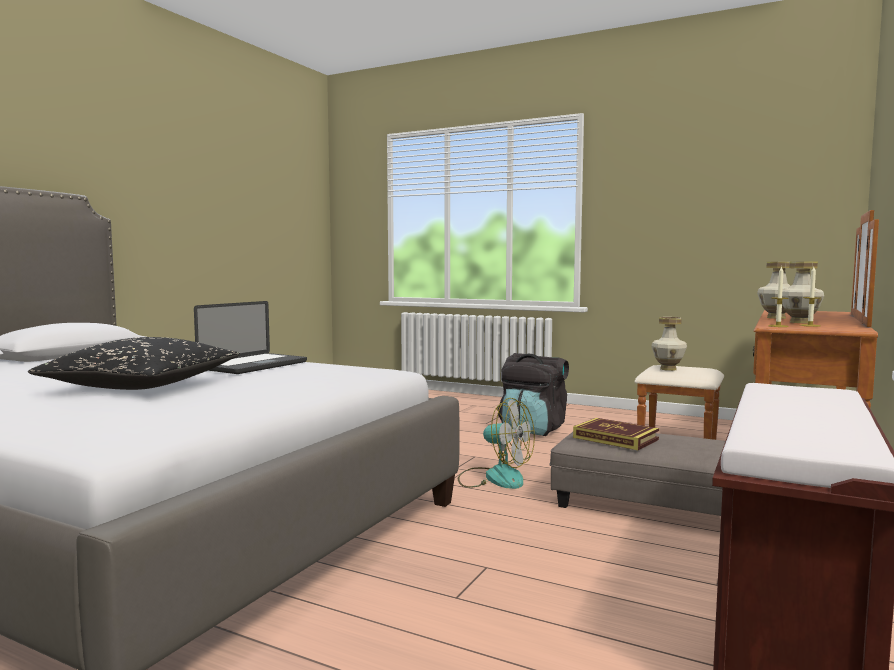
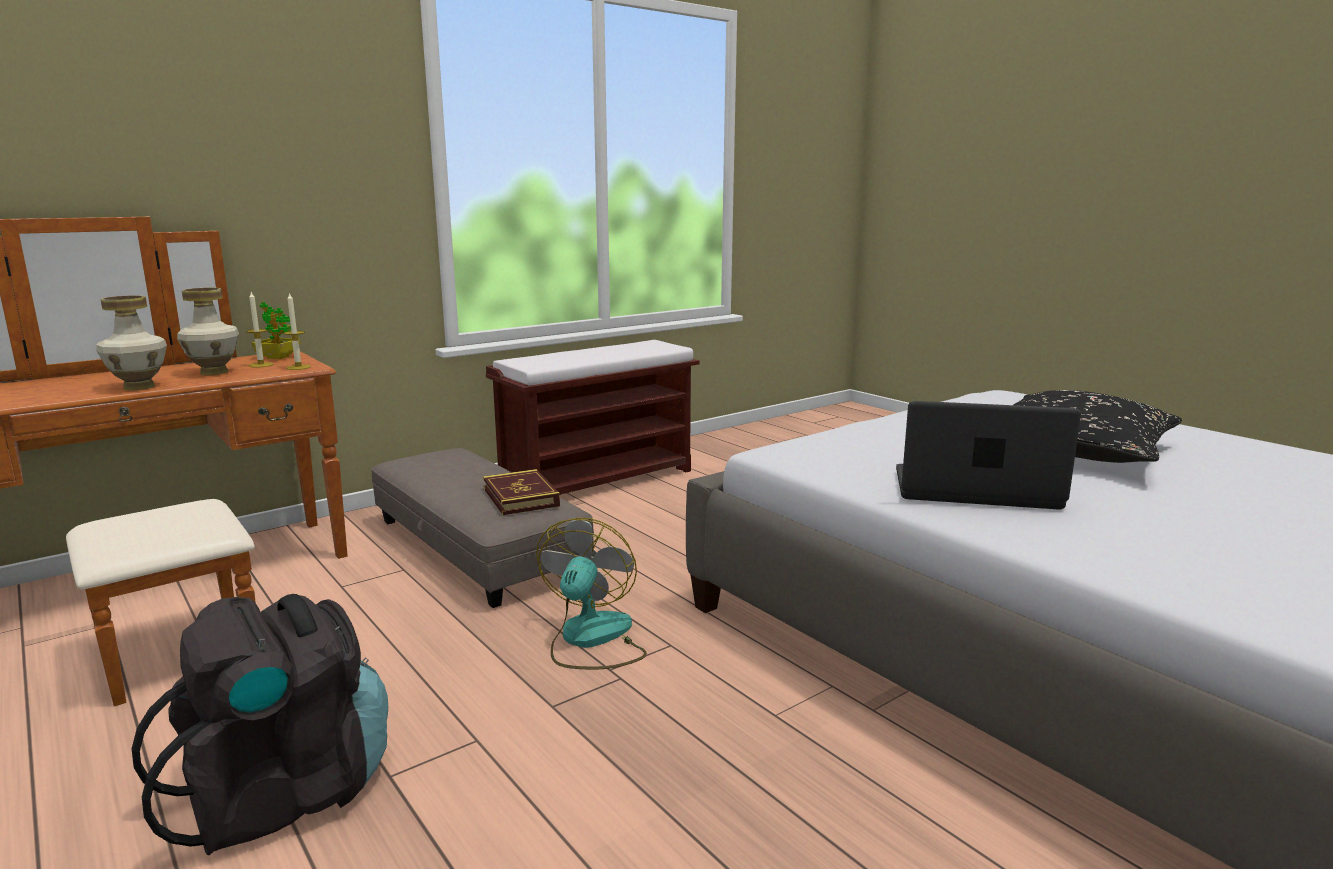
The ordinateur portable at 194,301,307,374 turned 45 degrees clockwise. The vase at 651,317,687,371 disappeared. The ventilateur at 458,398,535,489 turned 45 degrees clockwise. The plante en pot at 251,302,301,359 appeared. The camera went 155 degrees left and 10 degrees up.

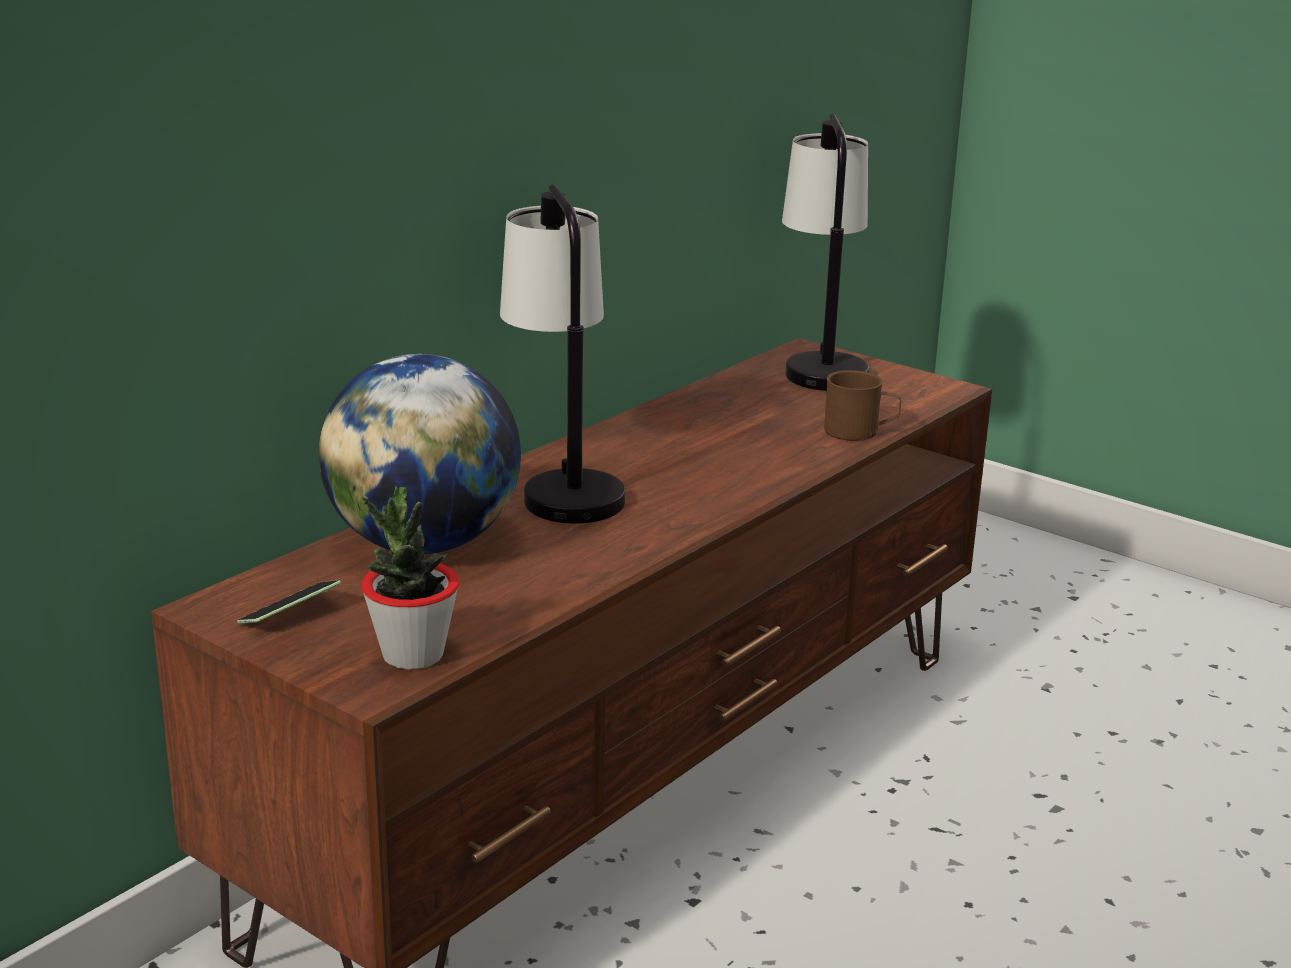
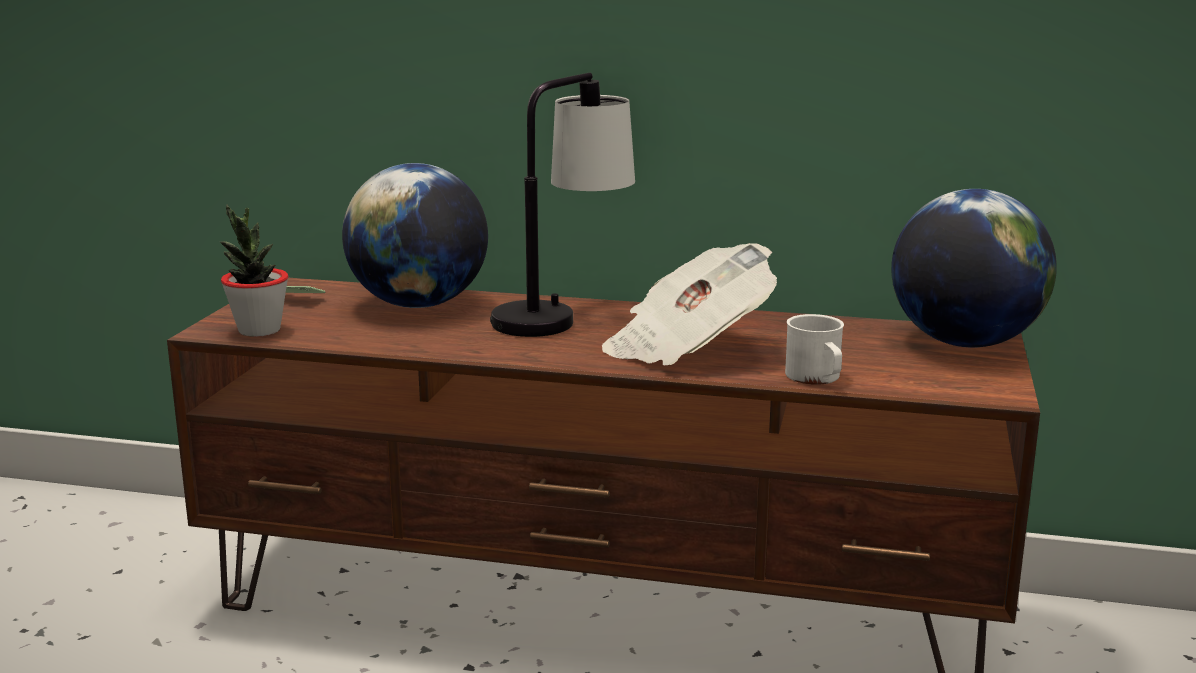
The lampe de table at 782,114,869,391 was replaced by the globe at 891,189,1057,348. The mug [marron] at 824,370,901,441 became the mug [blanc] at 785,314,844,385. The journal at 602,243,777,366 appeared. The camera went 65 degrees right and 5 degrees down.

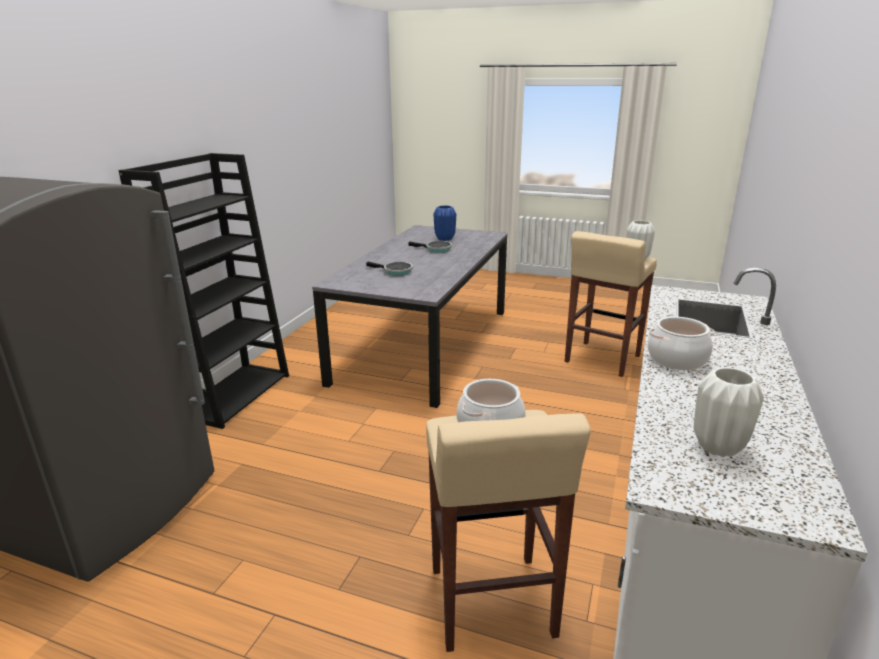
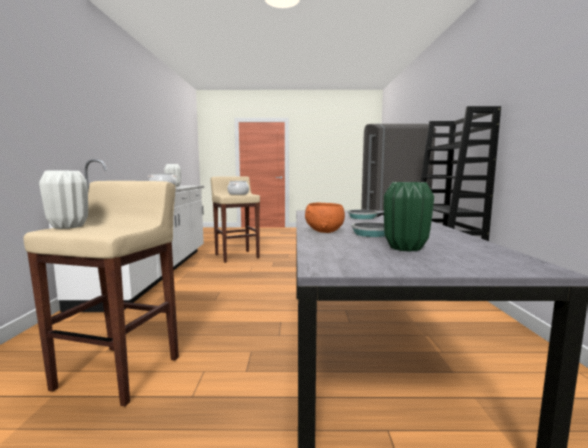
The vase [bleu] at 434,205,456,241 became the vase [vert] at 384,182,434,252. The bol [orange] at 305,203,345,233 appeared. The camera went 160 degrees right and 15 degrees down.

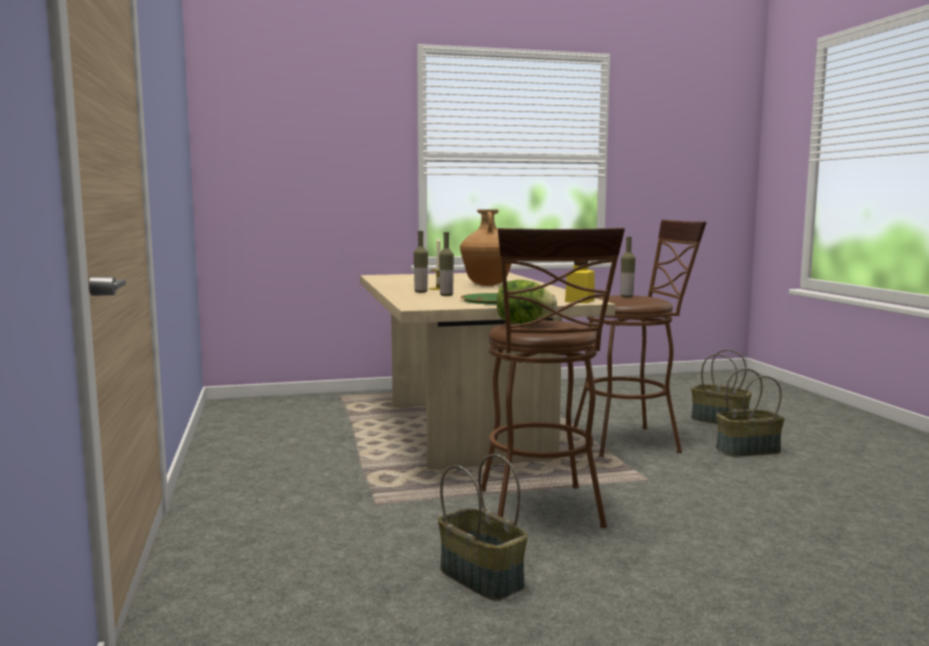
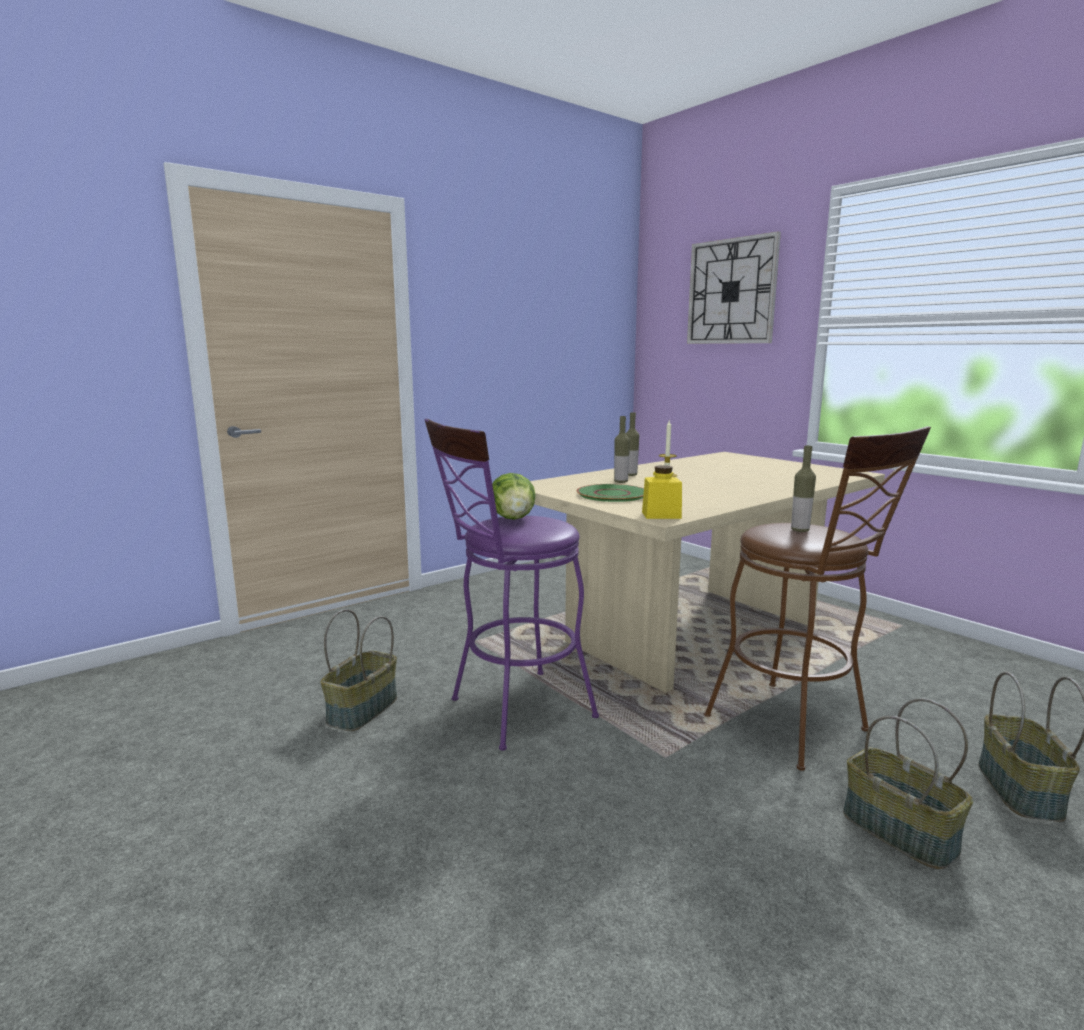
The vase [marron] at 460,210,511,286 disappeared. The tabouret [marron] at 481,228,625,528 became the tabouret [violet] at 424,419,599,751. The horloge murale at 687,231,781,344 appeared. The camera went 65 degrees right and 5 degrees up.

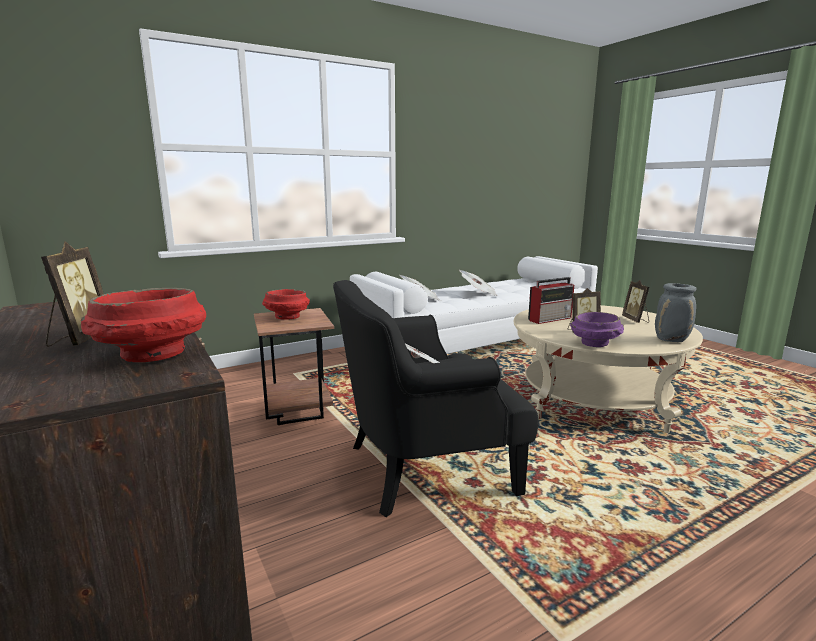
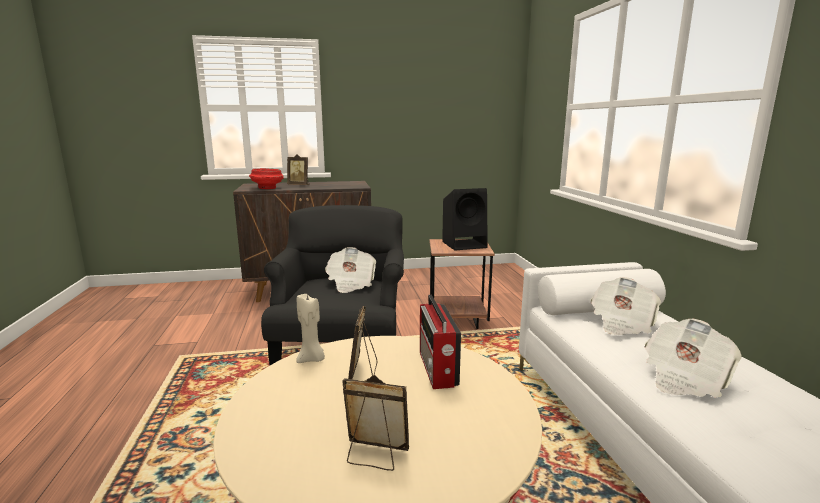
The vase [gris] at 655,283,696,342 disappeared. The bol [rouge] at 262,289,310,320 was replaced by the enceinte [noir] at 442,188,488,250. The bol [violet] at 570,312,624,347 was replaced by the bougie [beige] at 296,293,325,363. The camera went 110 degrees right and 0 degrees up.

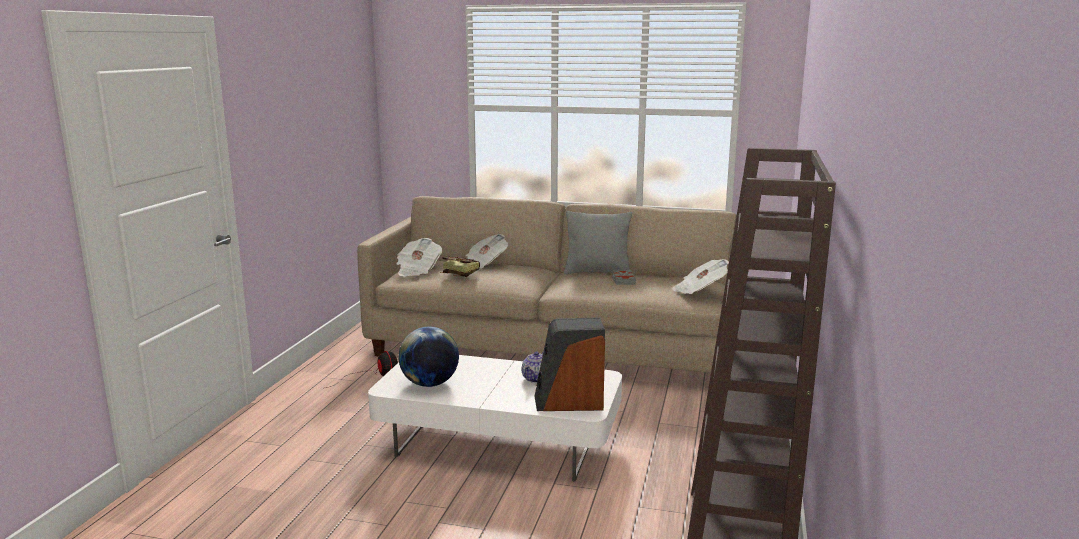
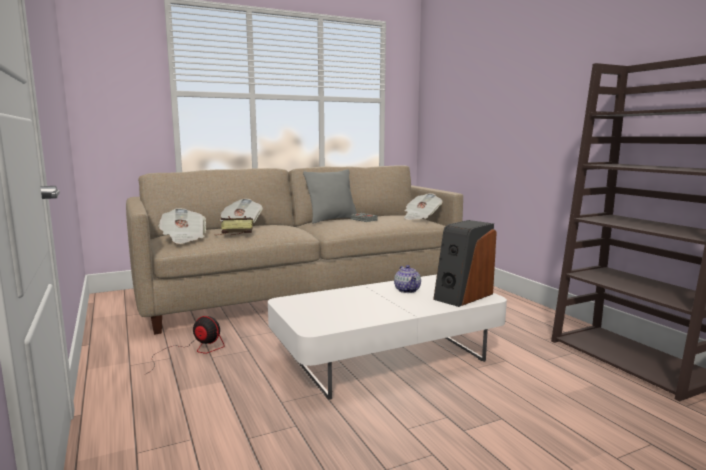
The globe at 398,327,459,387 disappeared. The camera went 40 degrees left and 5 degrees down.

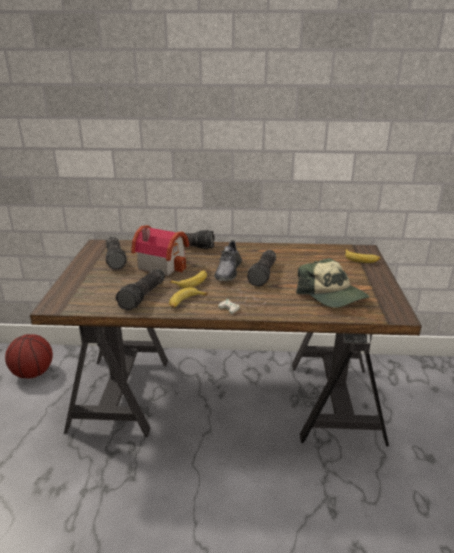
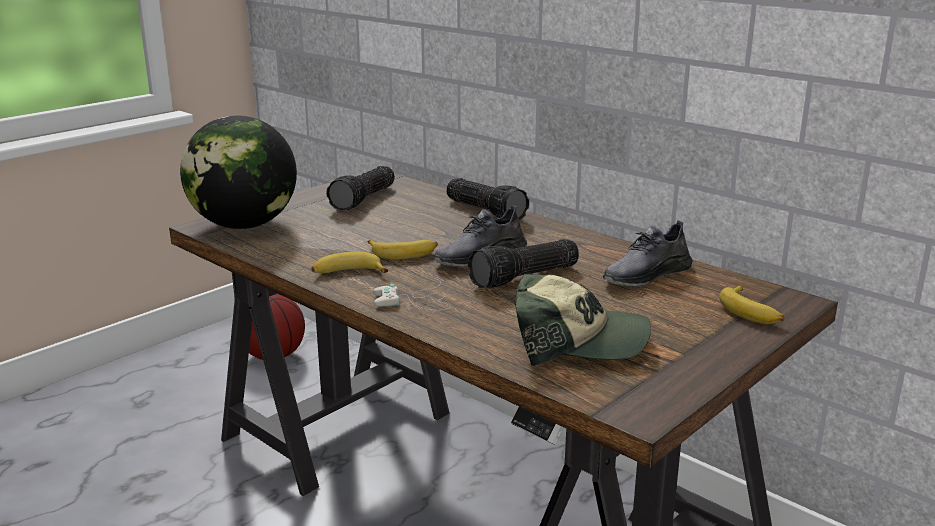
The maison miniature at 131,225,189,276 disappeared. The casquette at 296,258,369,308 turned 90 degrees counterclockwise. The lampe de poche at 116,269,165,311 disappeared. The globe at 180,115,297,229 appeared. The chaussure [gris] at 603,220,693,287 appeared. The camera went 40 degrees right and 5 degrees down.

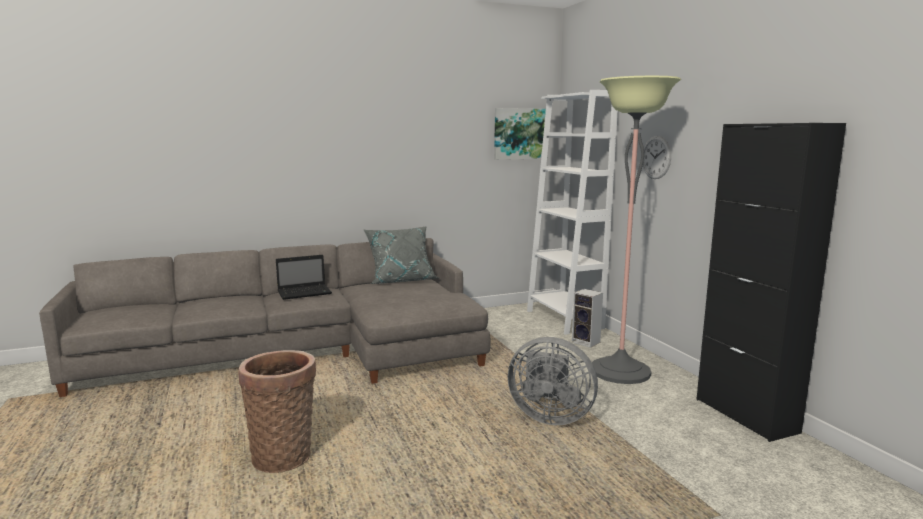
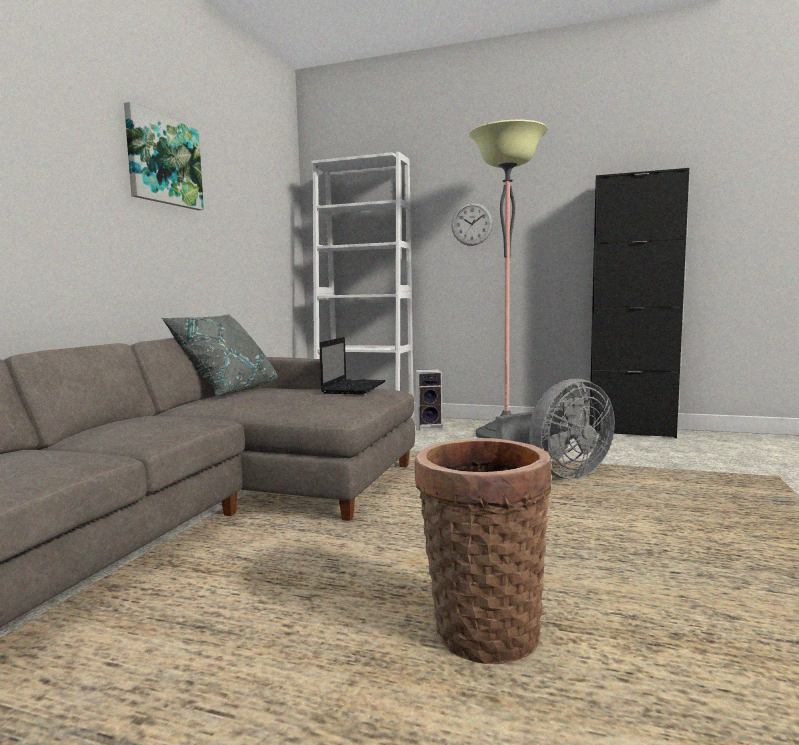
The tableau moved from 494,108,546,160 to 124,102,204,210. The ordinateur portable moved from 276,255,332,300 to 319,337,386,395. The camera went 50 degrees left and 5 degrees down.

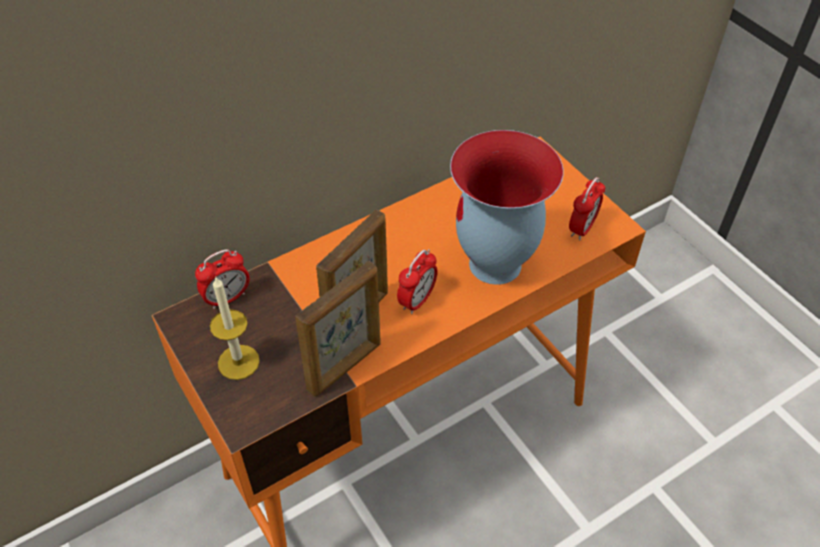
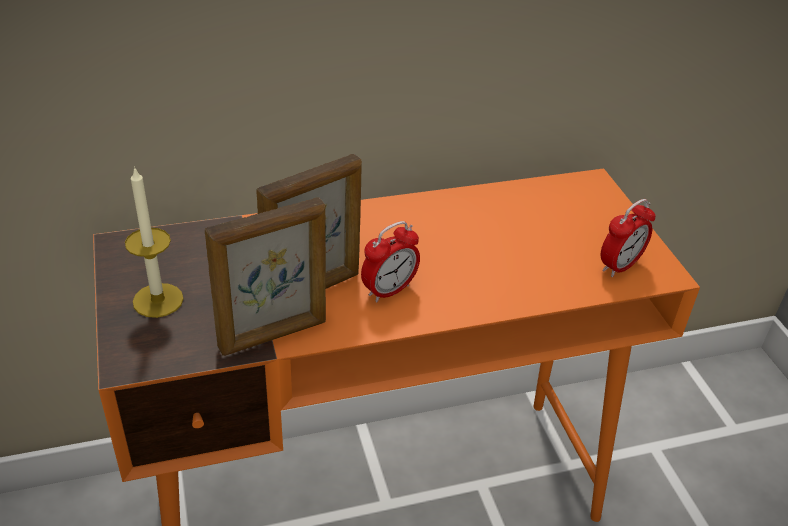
The vase at 450,130,564,285 disappeared. The réveil at 195,249,250,309 disappeared. The camera went 15 degrees right and 10 degrees down.

